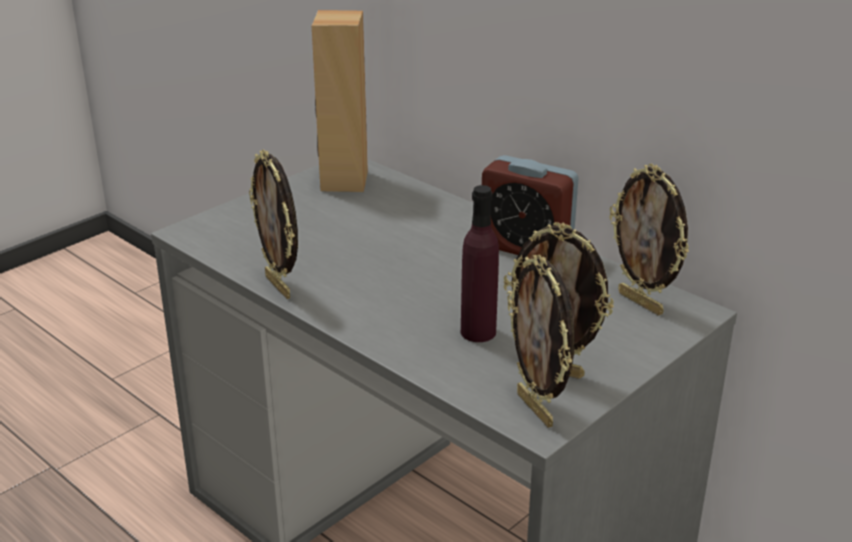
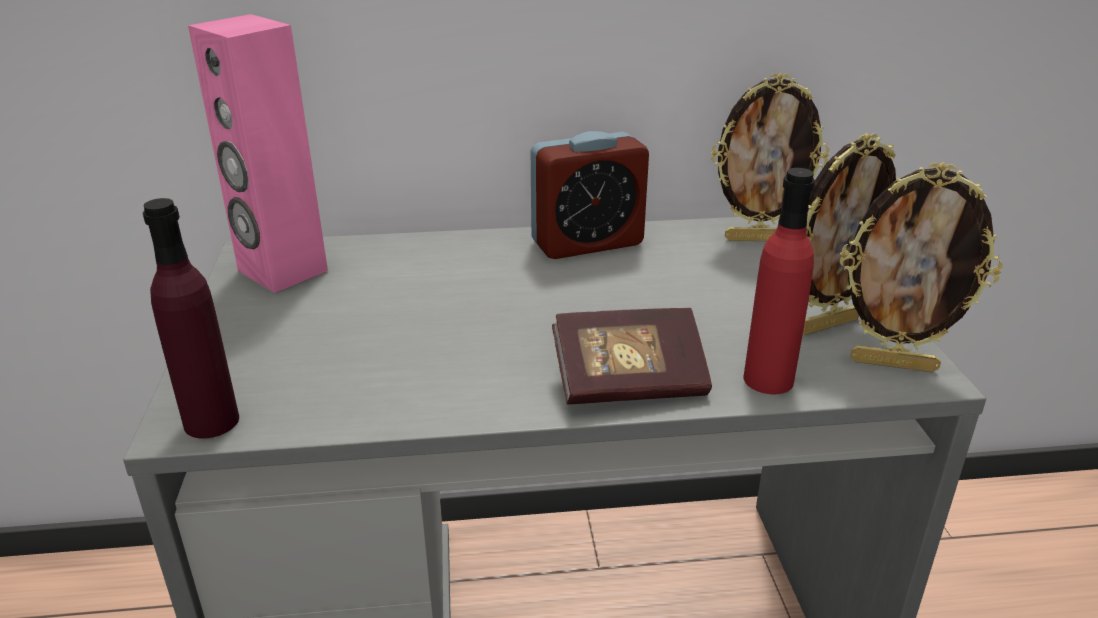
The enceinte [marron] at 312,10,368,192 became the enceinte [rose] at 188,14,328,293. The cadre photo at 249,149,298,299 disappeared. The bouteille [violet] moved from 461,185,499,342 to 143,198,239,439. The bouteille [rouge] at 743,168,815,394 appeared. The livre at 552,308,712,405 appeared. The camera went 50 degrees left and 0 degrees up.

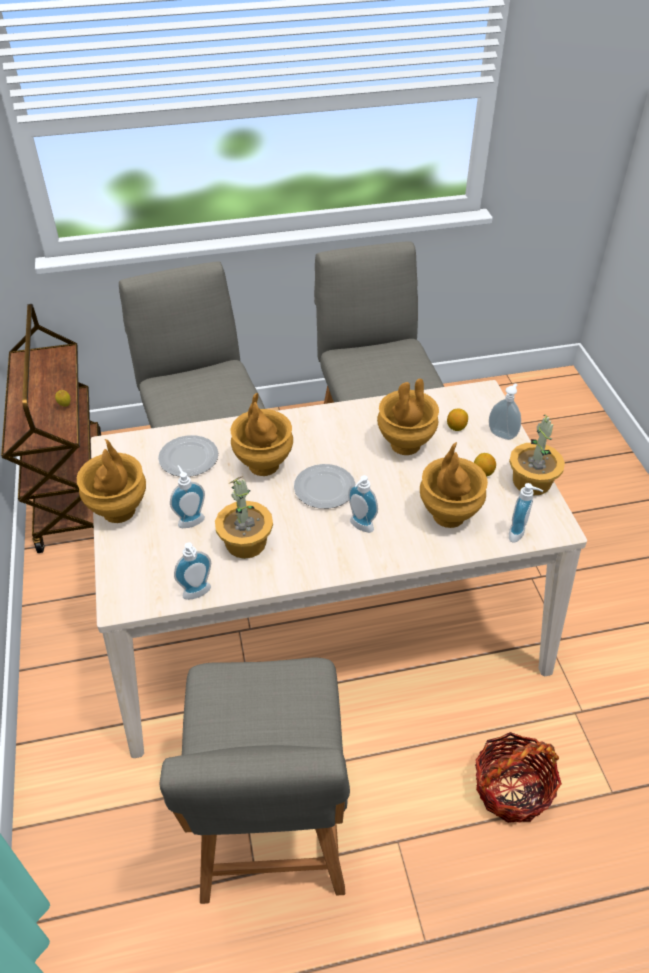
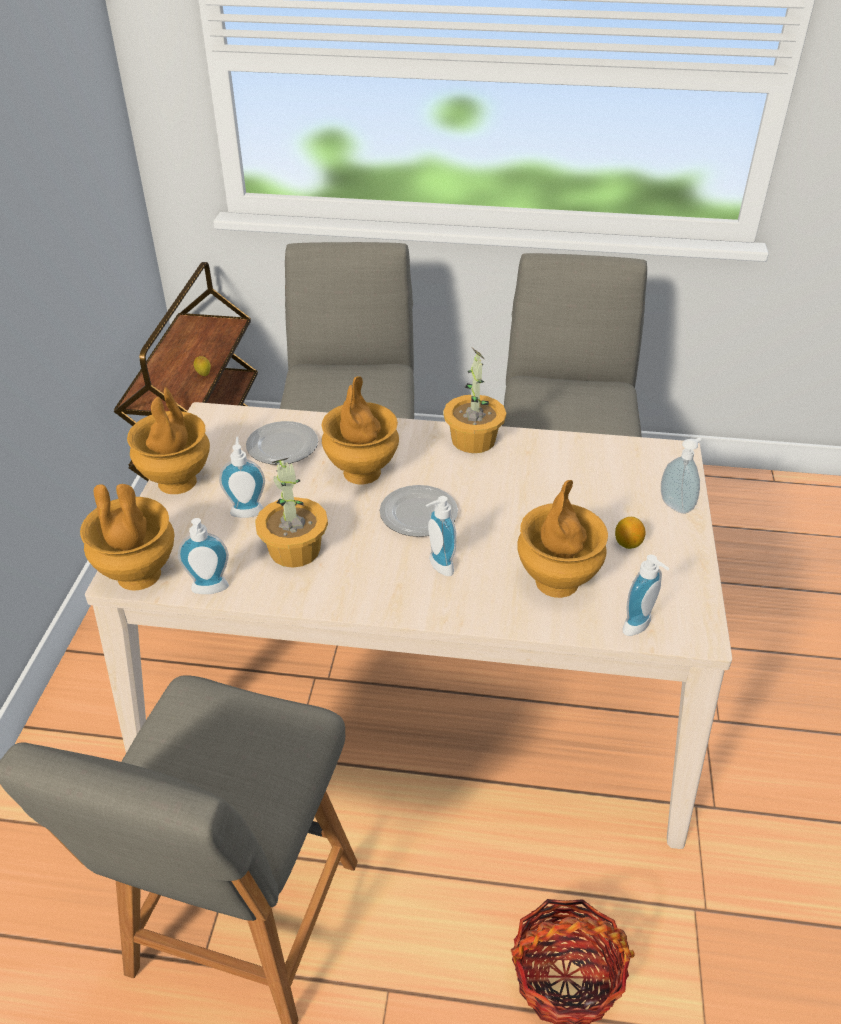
The vase [marron] moved from 377,379,439,455 to 80,484,175,591. The citron at 447,409,468,431 disappeared. The plante en pot moved from 509,415,565,495 to 443,348,506,453. The camera went 20 degrees right and 5 degrees down.

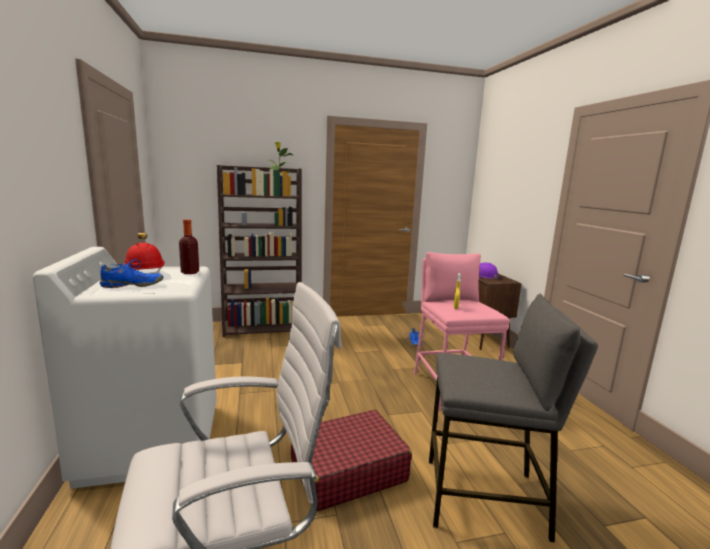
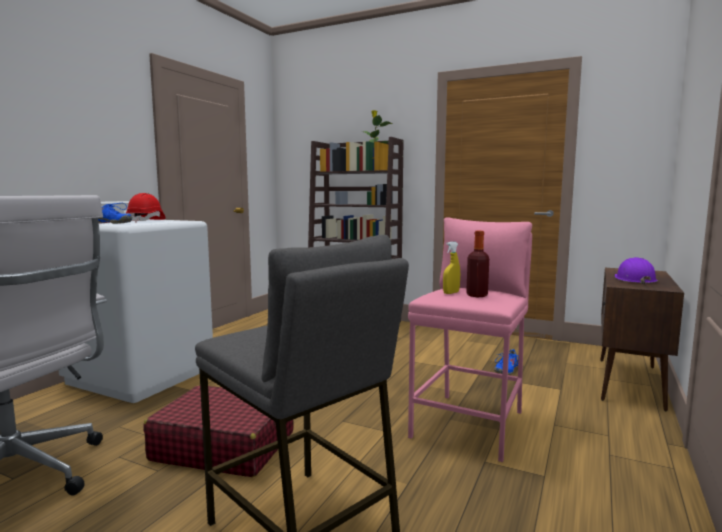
The bouteille moved from 179,219,199,274 to 466,231,489,297. The camera went 40 degrees right and 5 degrees down.

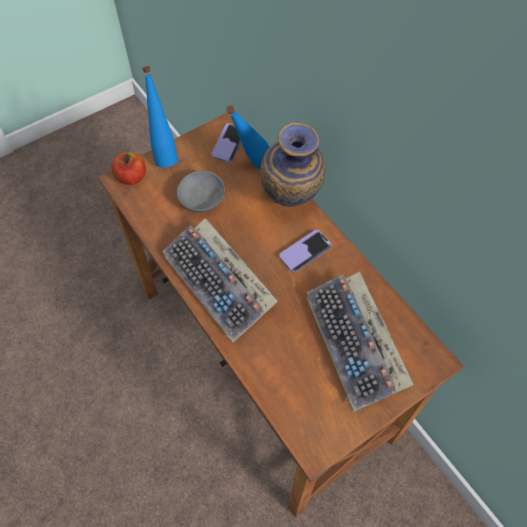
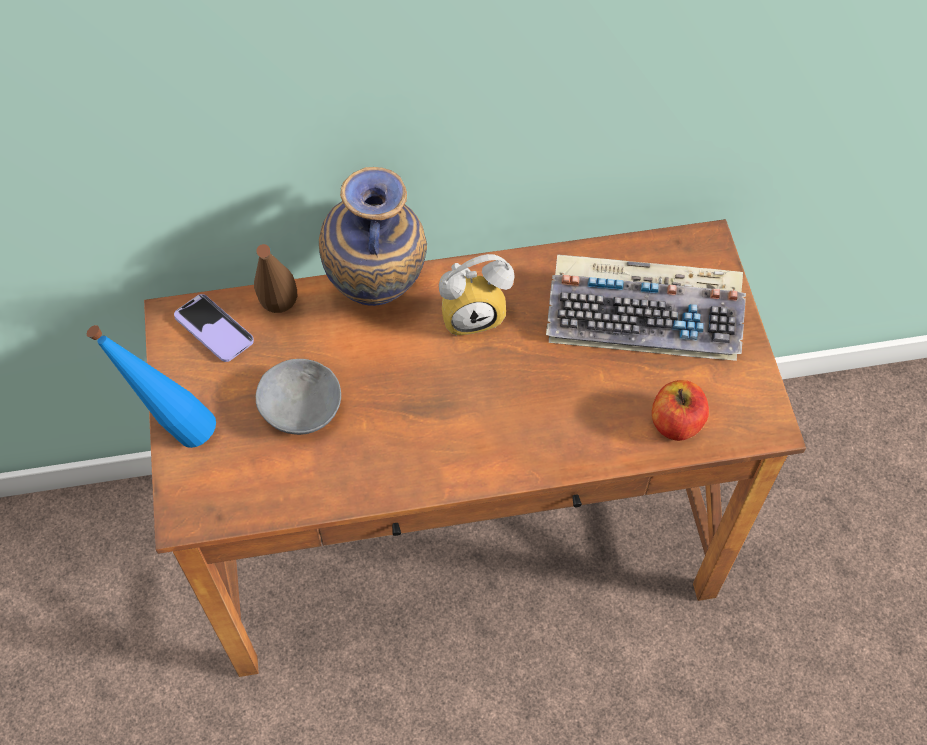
The bouteille [bleu] at 226,105,270,169 became the bouteille [marron] at 254,244,297,313. The pomme moved from 112,152,146,185 to 652,380,709,441. The clavier at 163,218,278,343 disappeared. The téléphone at 279,230,332,273 was replaced by the réveil at 439,254,515,336. The camera went 65 degrees left and 0 degrees up.

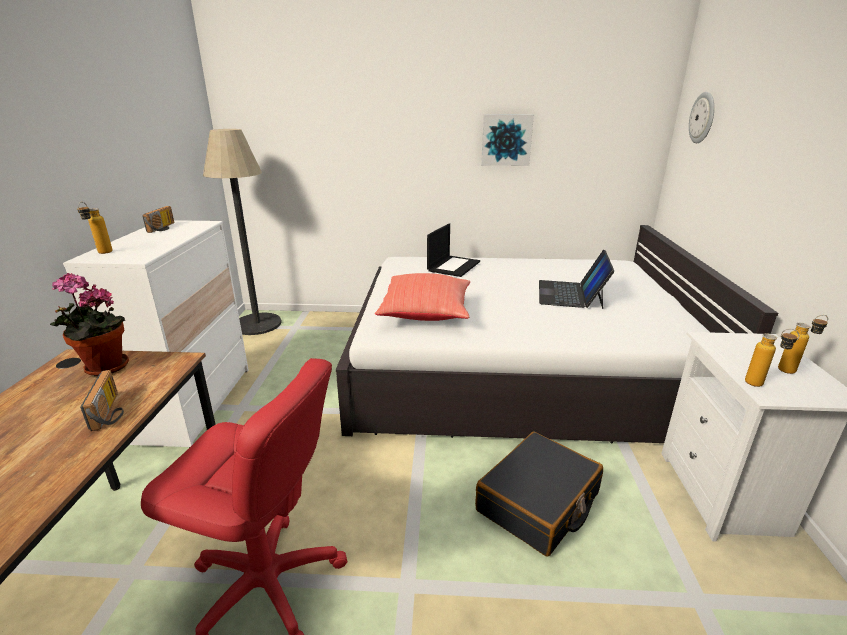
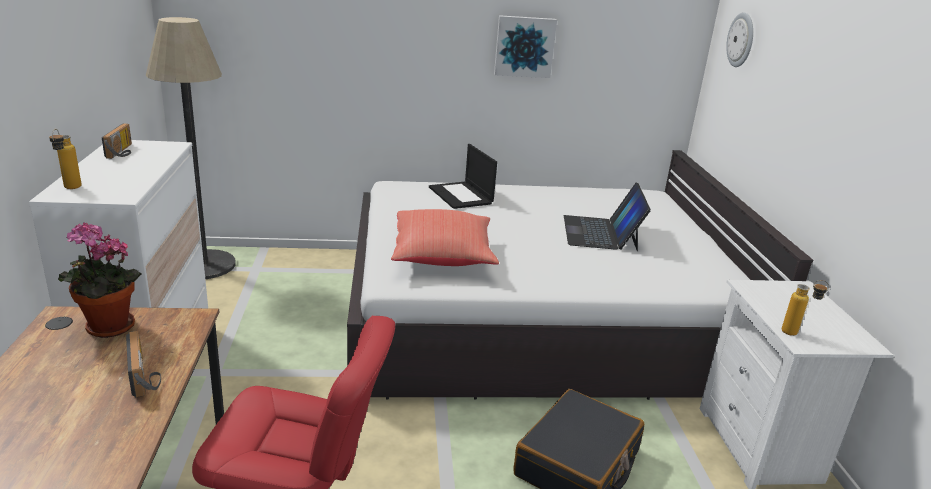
The ordinateur portable at 427,223,480,277 turned 135 degrees clockwise. The bouteille at 778,315,828,374 disappeared. The camera went 10 degrees left and 0 degrees up.

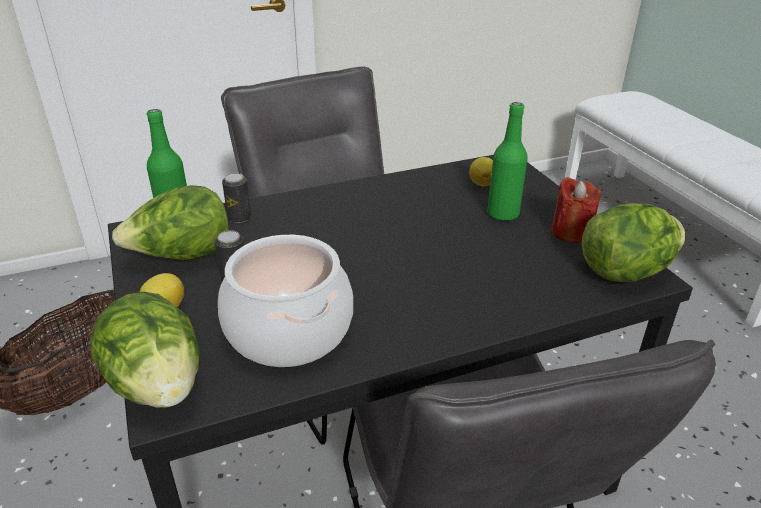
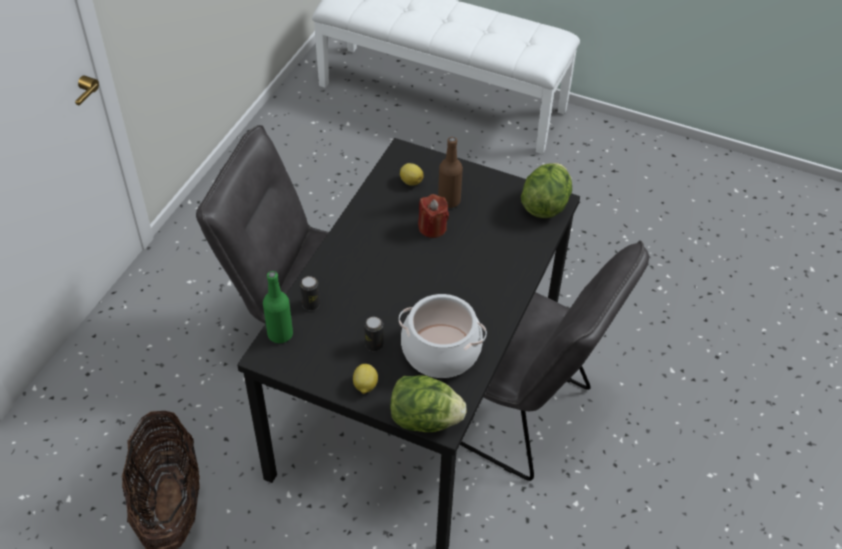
The bouteille [vert] at 487,102,528,221 became the bouteille [marron] at 438,137,463,208. The bougie [rouge] moved from 551,177,601,243 to 418,194,449,238. The laitue at 112,185,229,260 disappeared. The camera went 45 degrees left and 15 degrees up.

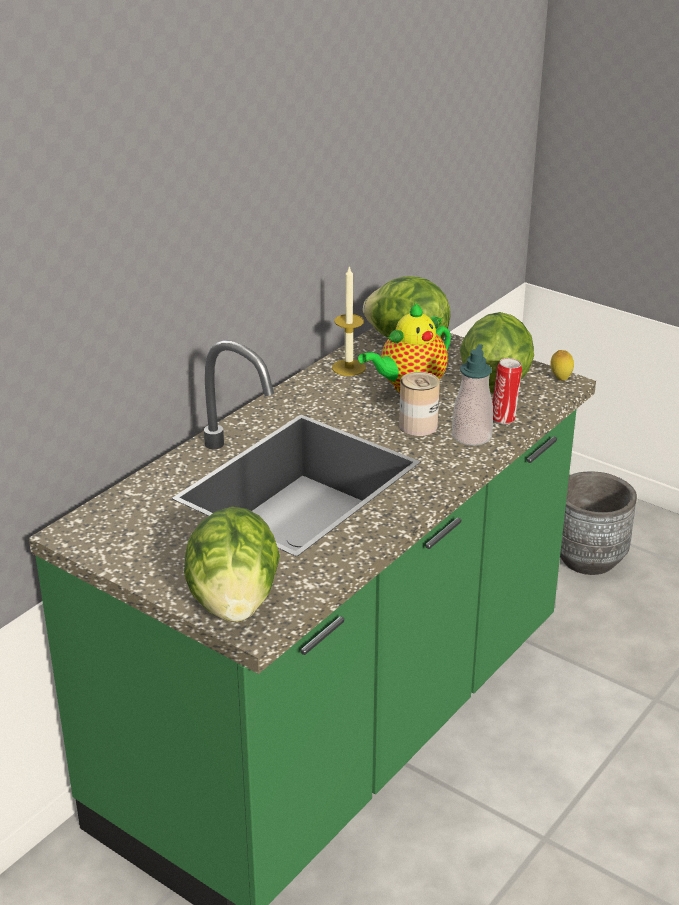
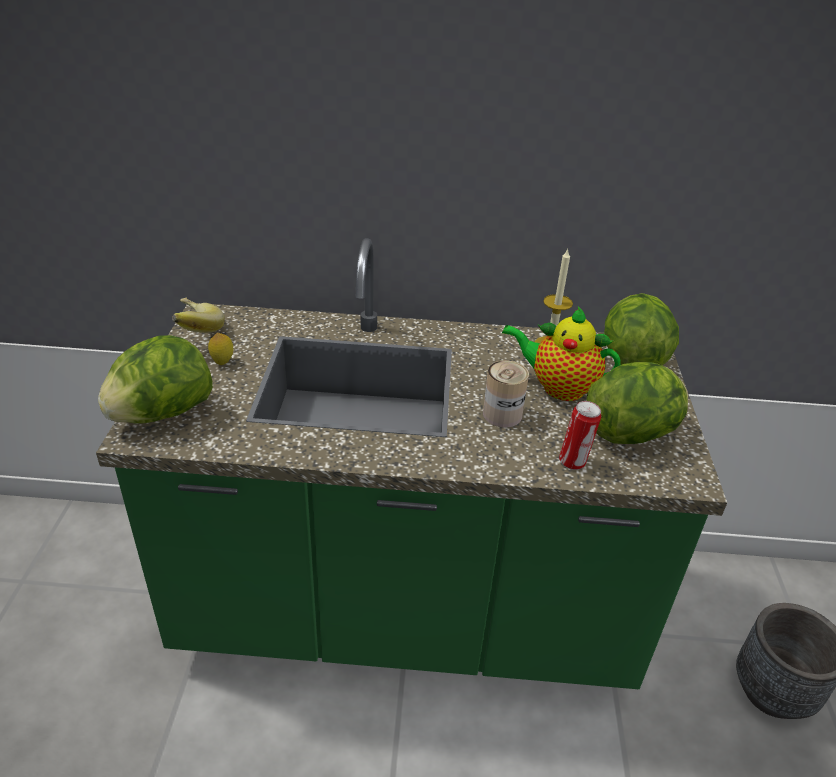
The distributeur de savon at 452,344,493,446 disappeared. The citron moved from 550,350,574,381 to 208,333,233,365. The banane at 172,298,225,333 appeared. The camera went 55 degrees right and 5 degrees up.

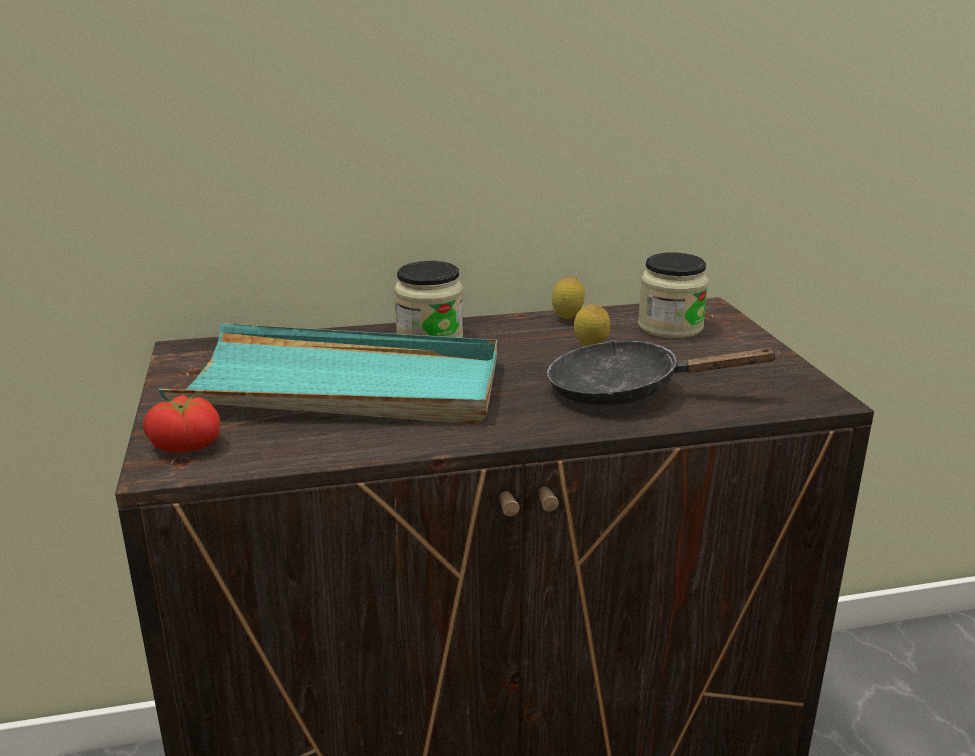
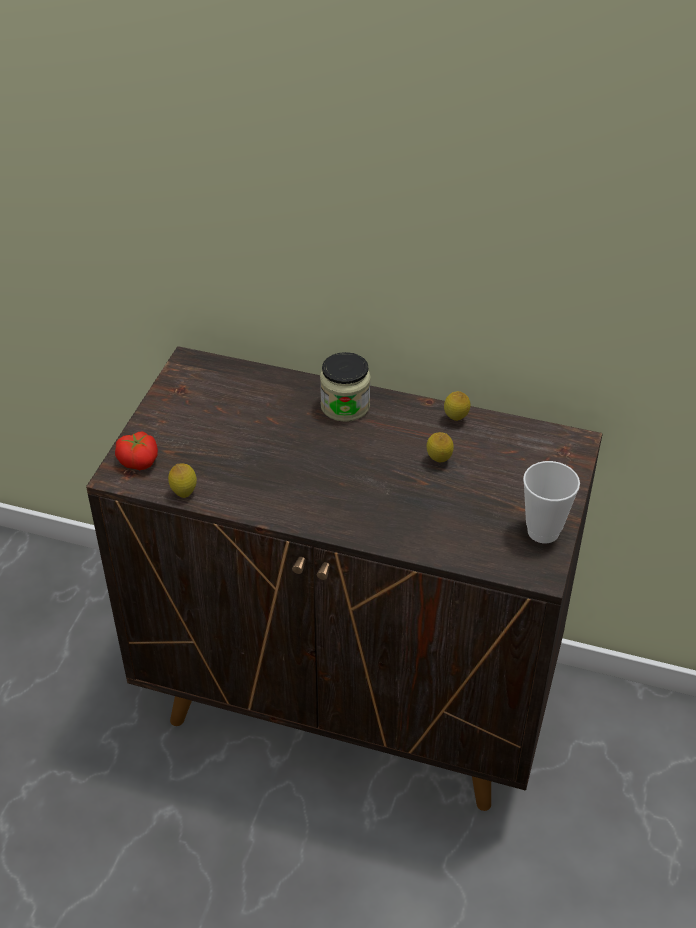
The bocal at 638,252,709,338 disappeared. The plateau [turquoise] at 159,323,497,424 disappeared. The poêle [noir] at 547,341,780,406 disappeared. The tasse at 523,461,580,543 appeared. The citron at 168,463,197,498 appeared. The camera went 30 degrees right and 20 degrees up.

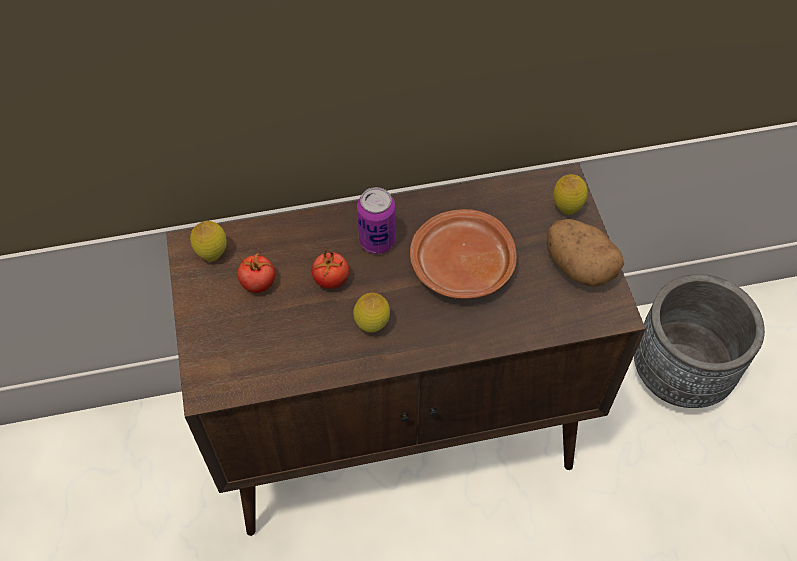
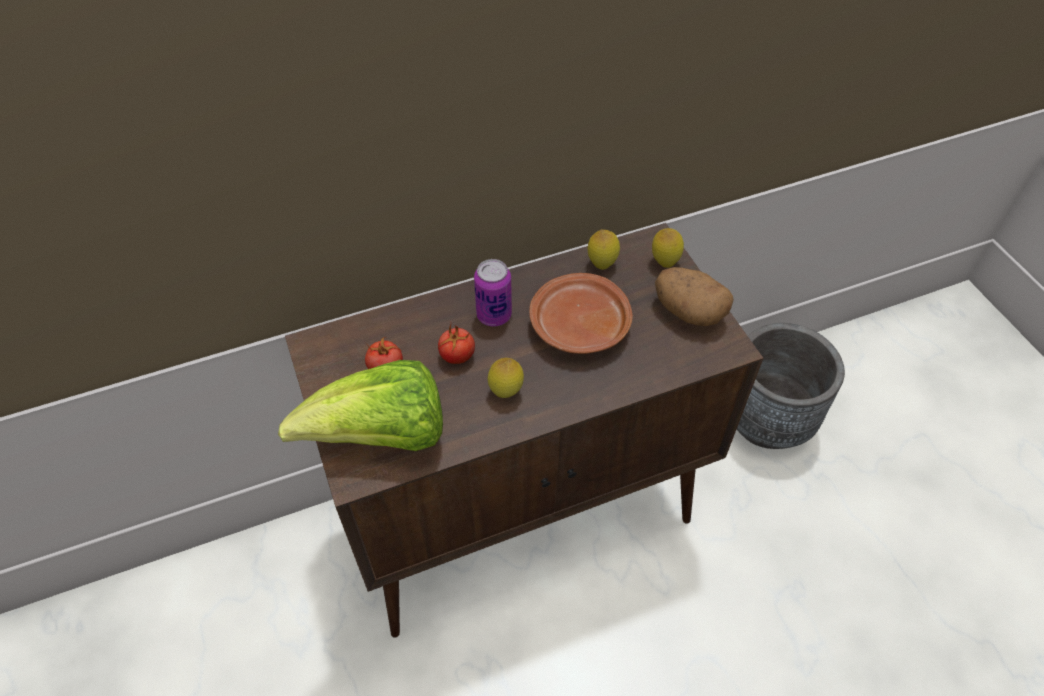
The citron moved from 190,221,227,262 to 588,230,620,270. The laitue at 278,360,443,451 appeared. The camera went 10 degrees left and 5 degrees down.

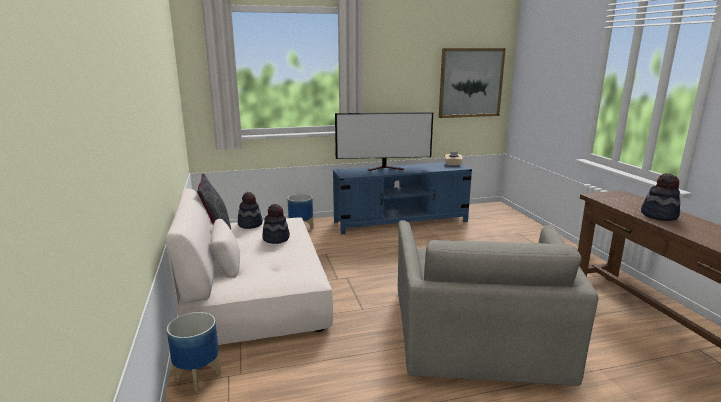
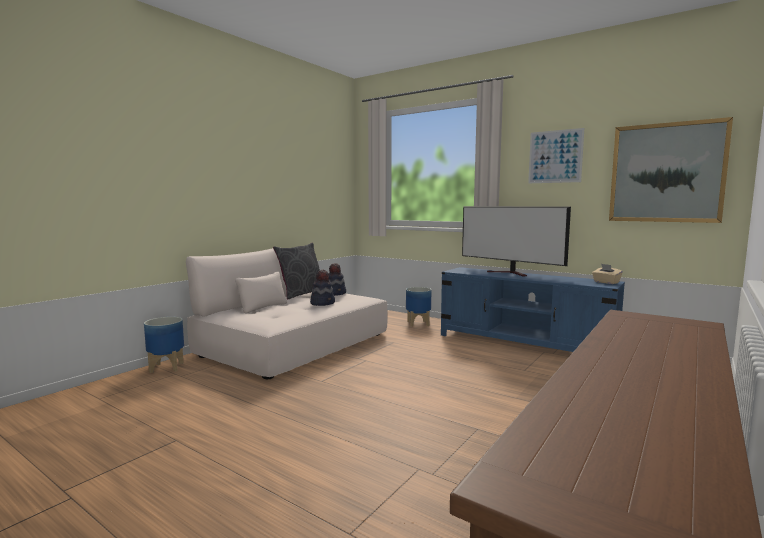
The chapeau at 641,173,680,221 disappeared. The fauteuil [gris] at 398,220,598,386 disappeared. The tableau at 528,128,584,183 appeared. The camera went 50 degrees right and 10 degrees down.

